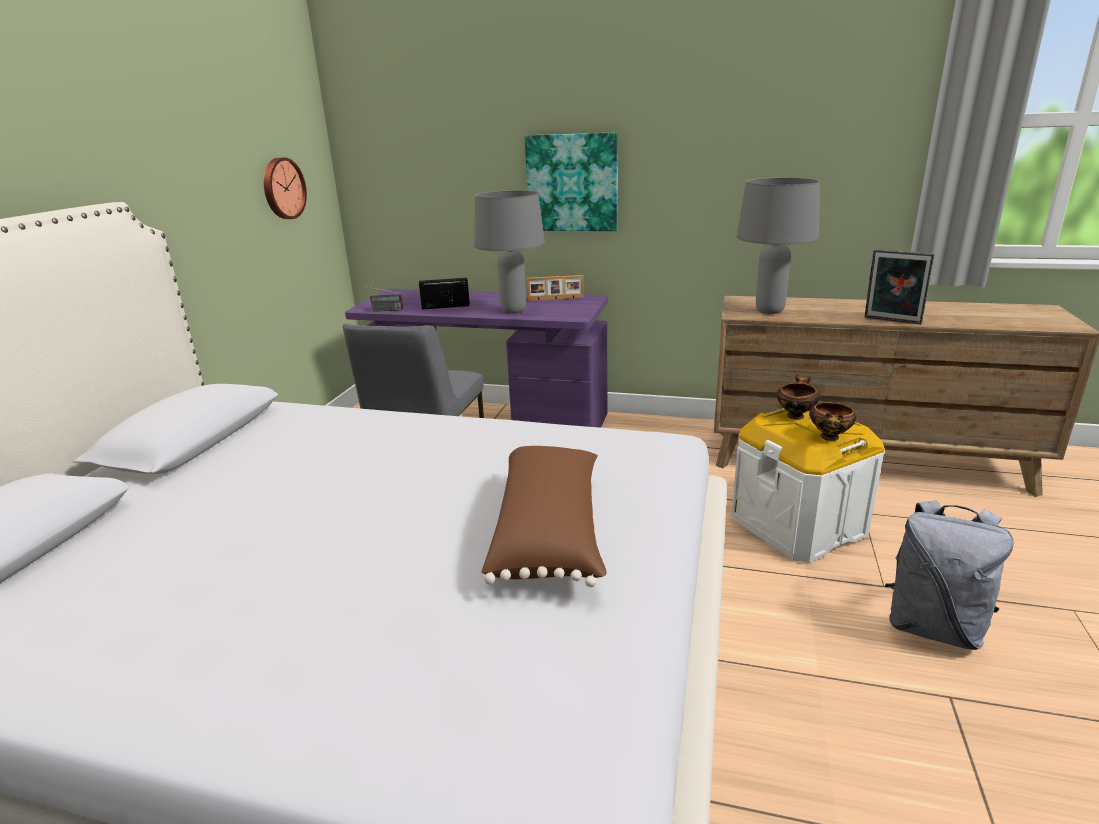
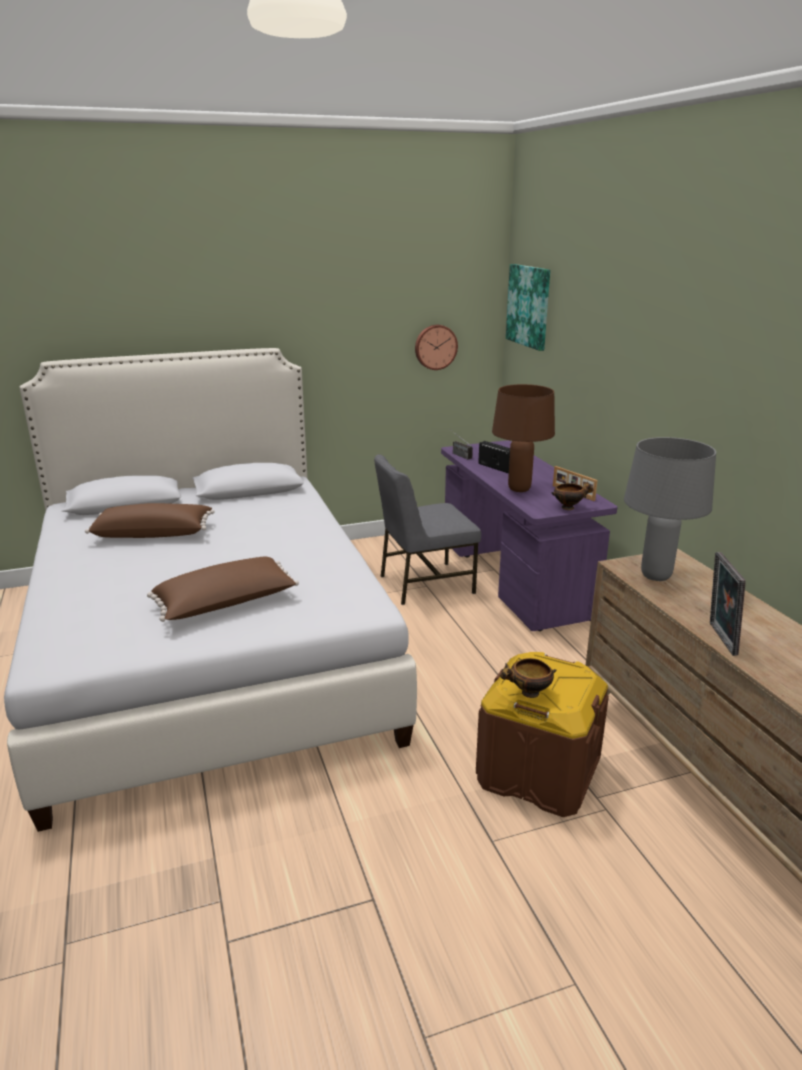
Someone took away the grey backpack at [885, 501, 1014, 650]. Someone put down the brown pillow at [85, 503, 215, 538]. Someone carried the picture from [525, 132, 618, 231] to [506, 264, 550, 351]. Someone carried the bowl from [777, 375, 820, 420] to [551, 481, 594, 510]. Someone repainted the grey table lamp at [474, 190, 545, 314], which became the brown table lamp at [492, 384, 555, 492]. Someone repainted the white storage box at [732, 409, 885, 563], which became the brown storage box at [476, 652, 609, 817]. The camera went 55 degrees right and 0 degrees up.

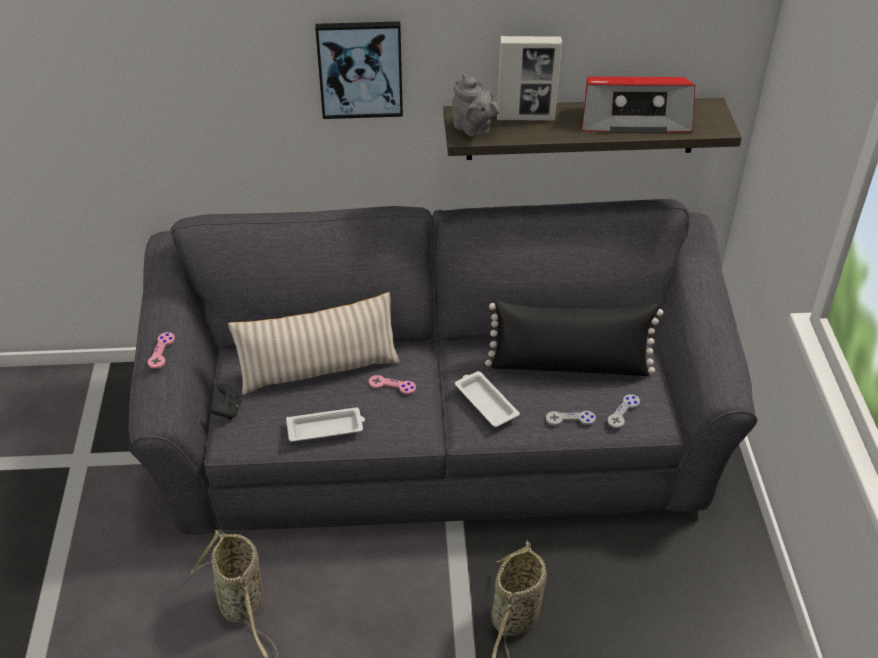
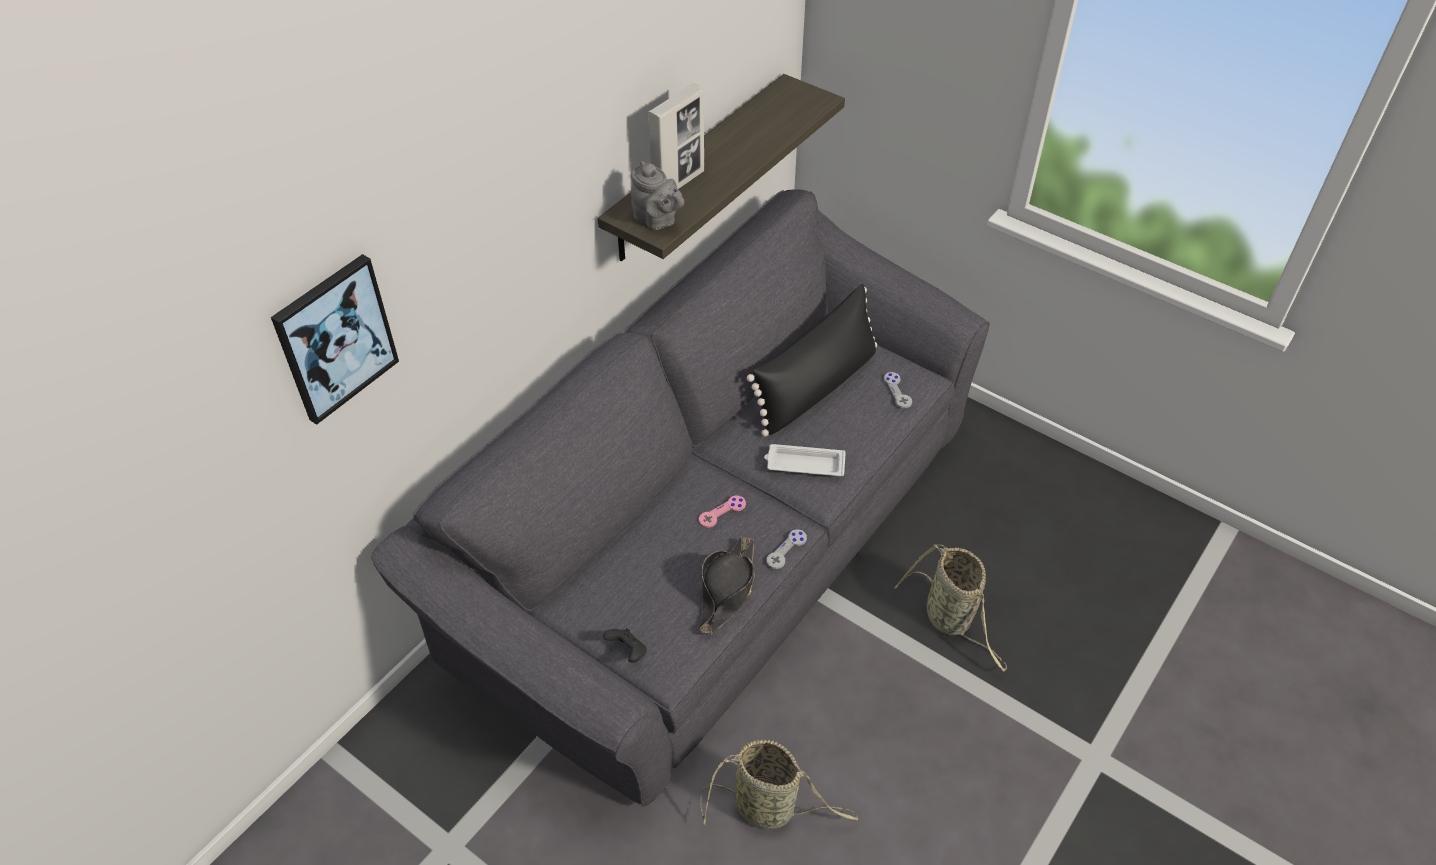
Someone took away the pink game controller at [148, 332, 175, 369]. Someone took away the beige pillow at [228, 292, 400, 395]. Someone took away the radio at [582, 77, 695, 134]. Someone carried the picture from [315, 21, 403, 119] to [271, 254, 399, 425]. Someone carried the grey game controller from [546, 411, 596, 425] to [767, 529, 807, 569]. Someone swapped the white tray at [286, 407, 365, 442] for the black hat at [699, 536, 755, 635]. Someone rotated the grey teapot at [452, 74, 500, 137] by 45 degrees clockwise. The camera went 50 degrees left and 5 degrees up.

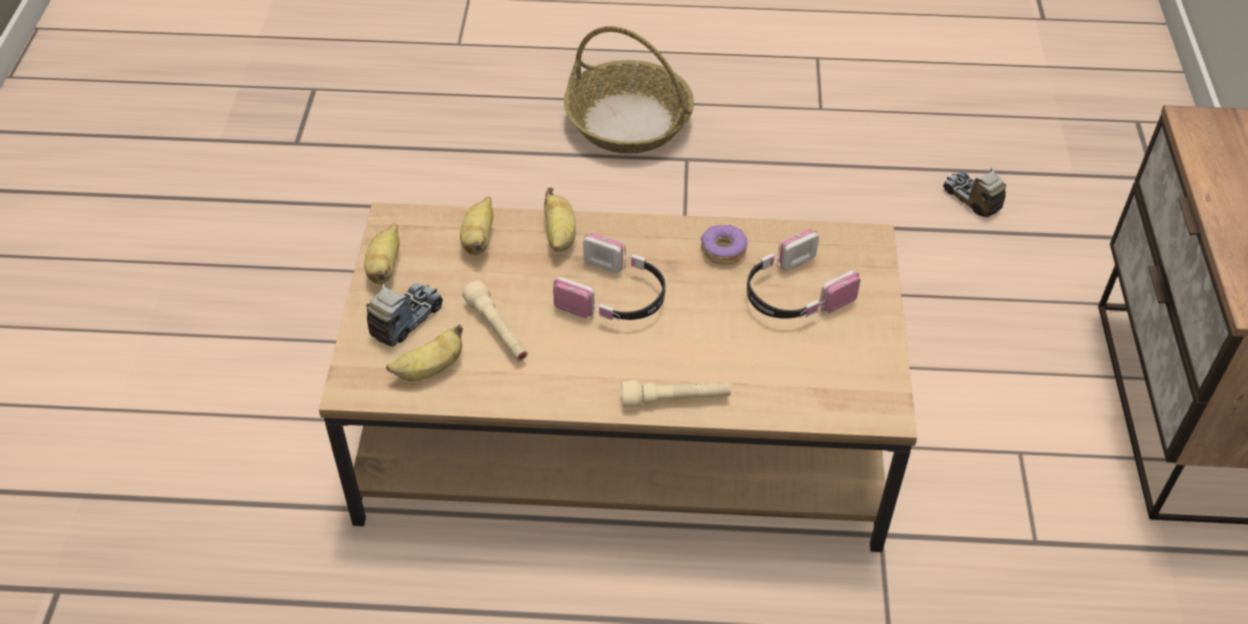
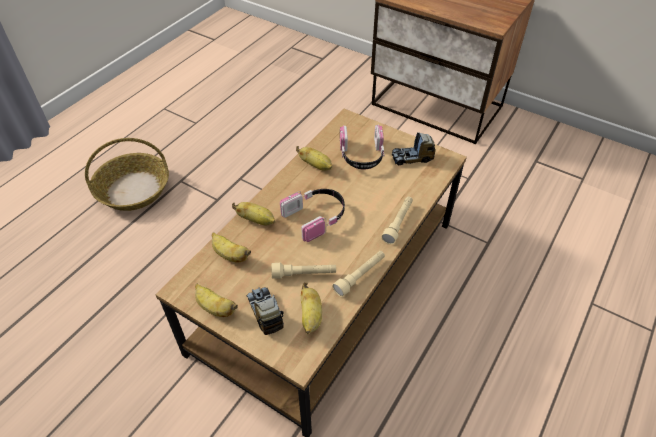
Someone put down the beige flashlight at [332, 251, 385, 297]. Someone carried the toy truck from [943, 168, 1006, 218] to [392, 132, 435, 165]. Someone swapped the donut at [701, 224, 748, 265] for the banana at [296, 146, 332, 171]. The camera went 60 degrees left and 0 degrees up.

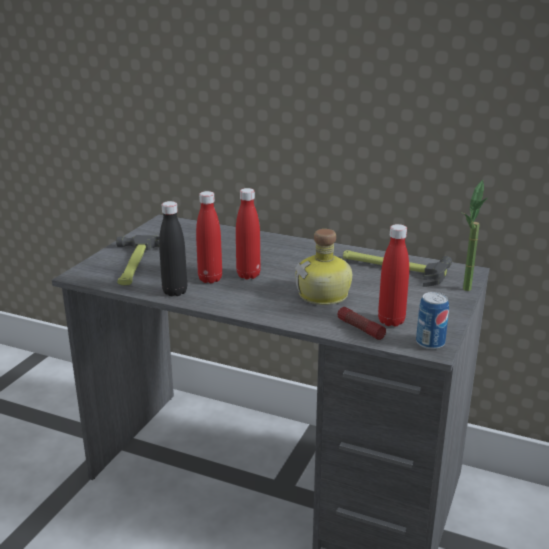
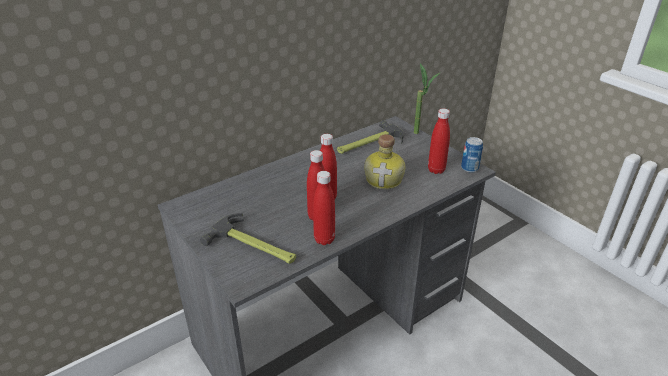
Someone took away the flashlight at [338, 307, 386, 340]. Someone repainted the black bottle at [159, 201, 187, 296], which became the red bottle at [313, 171, 335, 245]. The camera went 60 degrees left and 10 degrees up.

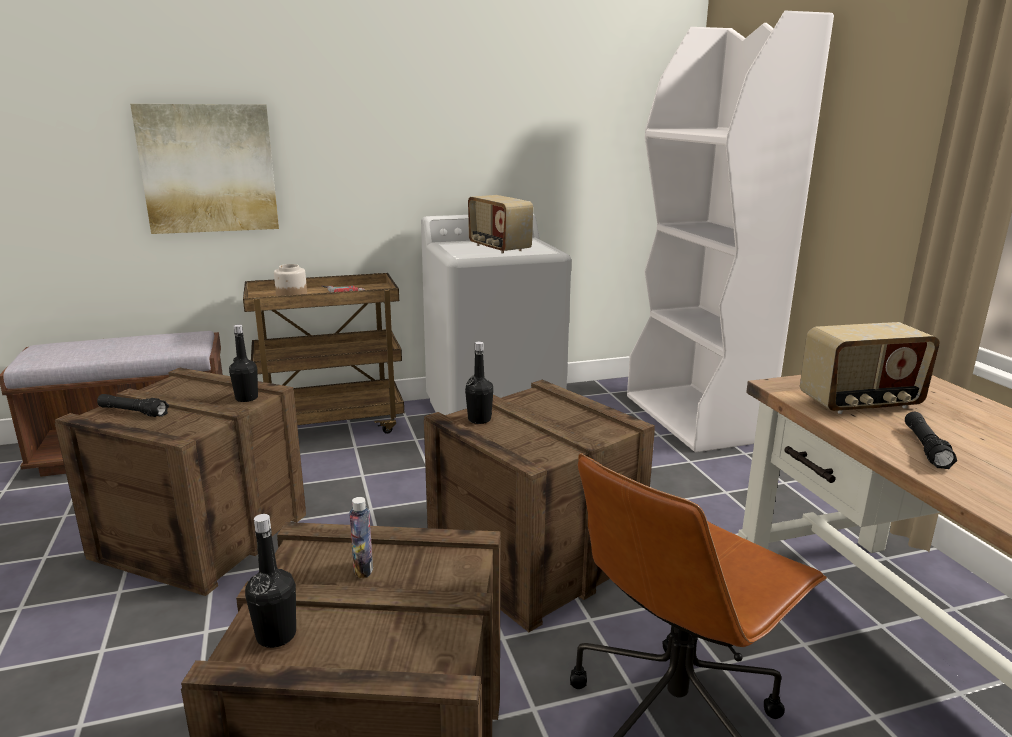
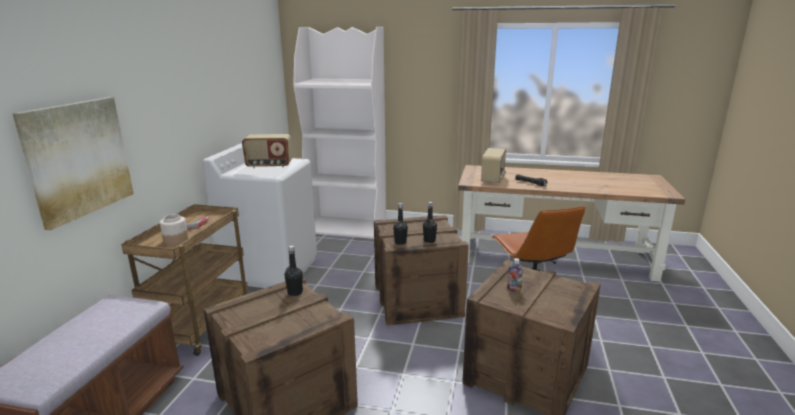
Someone took away the black flashlight at [97, 394, 169, 417]. Someone carried the black bottle from [245, 514, 296, 648] to [423, 202, 437, 243]. The camera went 60 degrees left and 0 degrees up.

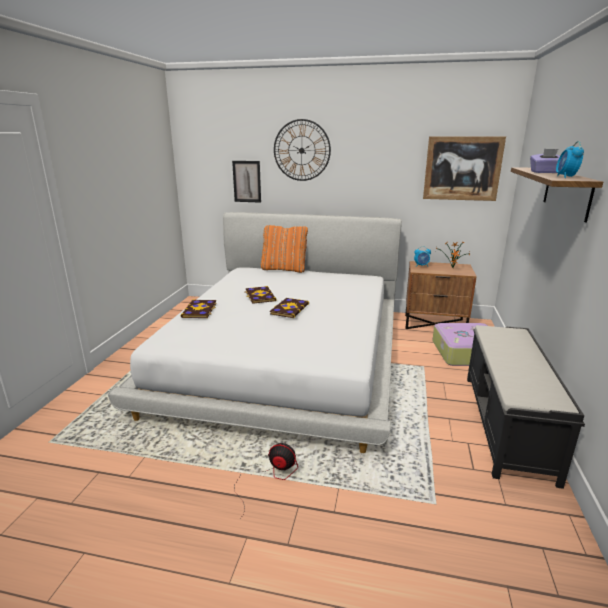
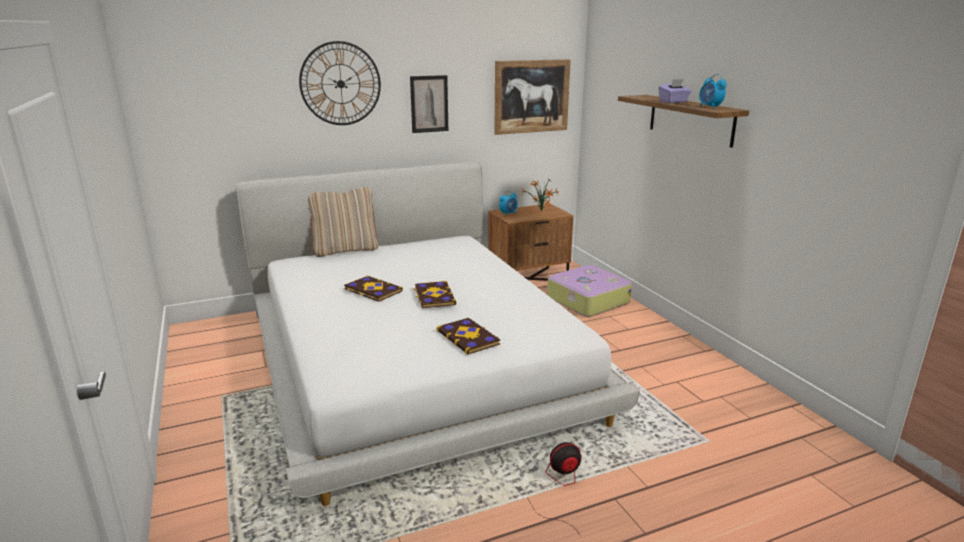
Someone took away the black bench at [467, 325, 585, 489]. Someone carried the book from [180, 300, 217, 318] to [437, 318, 500, 355]. Someone carried the picture from [232, 161, 261, 203] to [410, 75, 448, 133]. Someone repainted the orange pillow at [261, 225, 308, 273], which became the beige pillow at [308, 187, 378, 257]. The camera went 35 degrees left and 0 degrees up.

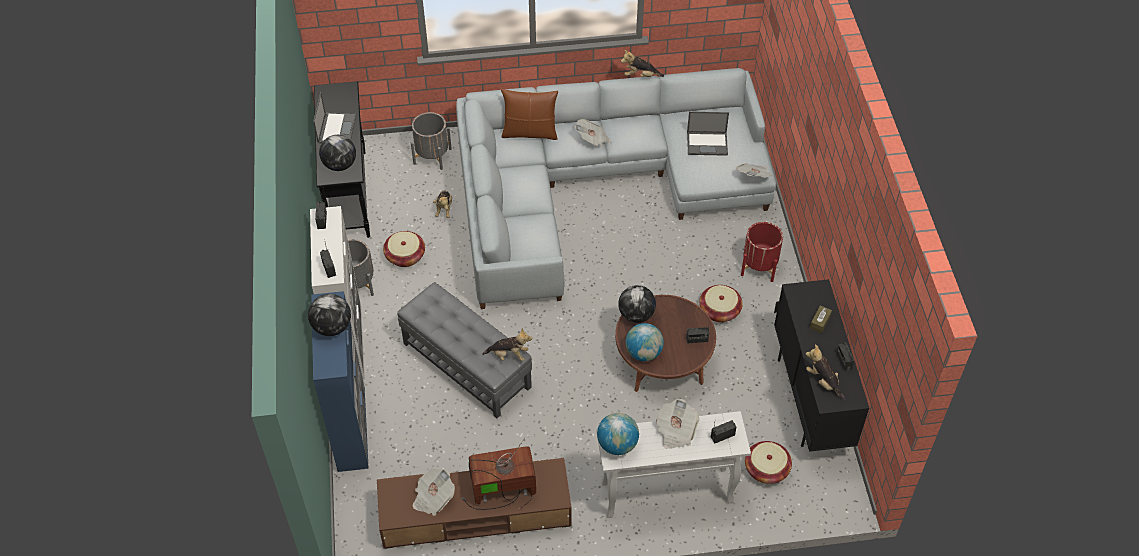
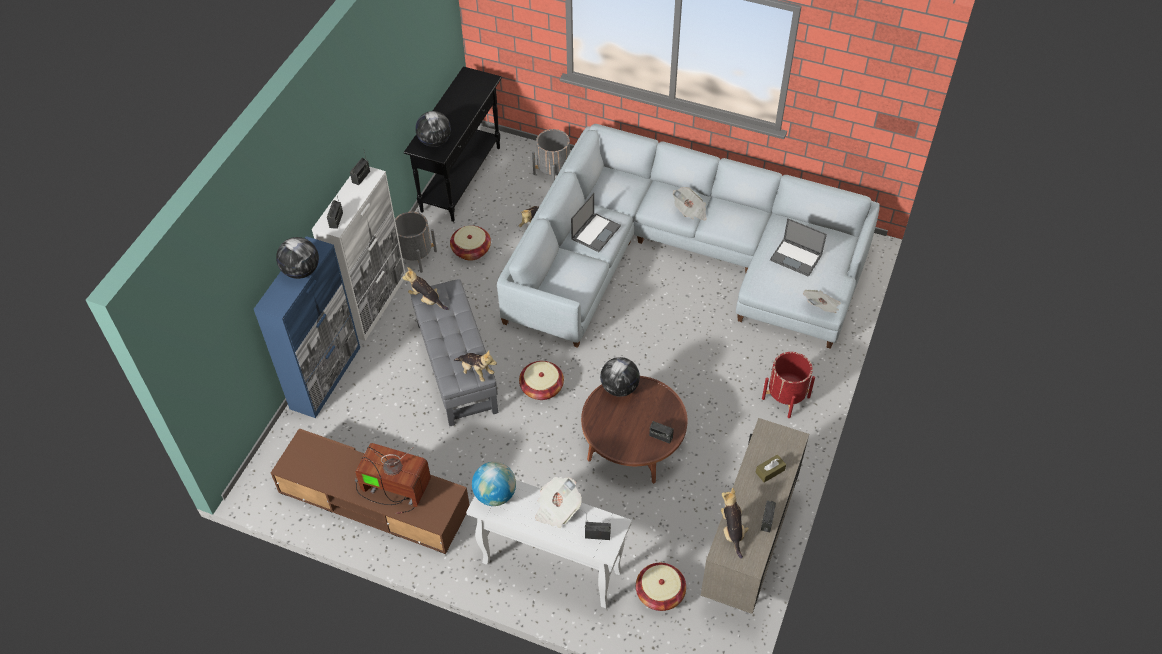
Someone took away the newspaper at [413, 468, 455, 516]. Someone took away the brown pillow at [501, 89, 558, 140]. Someone took away the globe at [626, 323, 664, 361]. Someone carried the laptop from [313, 92, 356, 143] to [571, 193, 621, 252]. Someone carried the plush toy from [621, 50, 664, 77] to [402, 267, 448, 310]. Someone carried the basket from [699, 285, 743, 322] to [519, 361, 564, 400]. Someone repainted the black cabinet at [774, 279, 869, 452], which became the beige cabinet at [701, 418, 809, 614]. The camera went 30 degrees right and 0 degrees up.

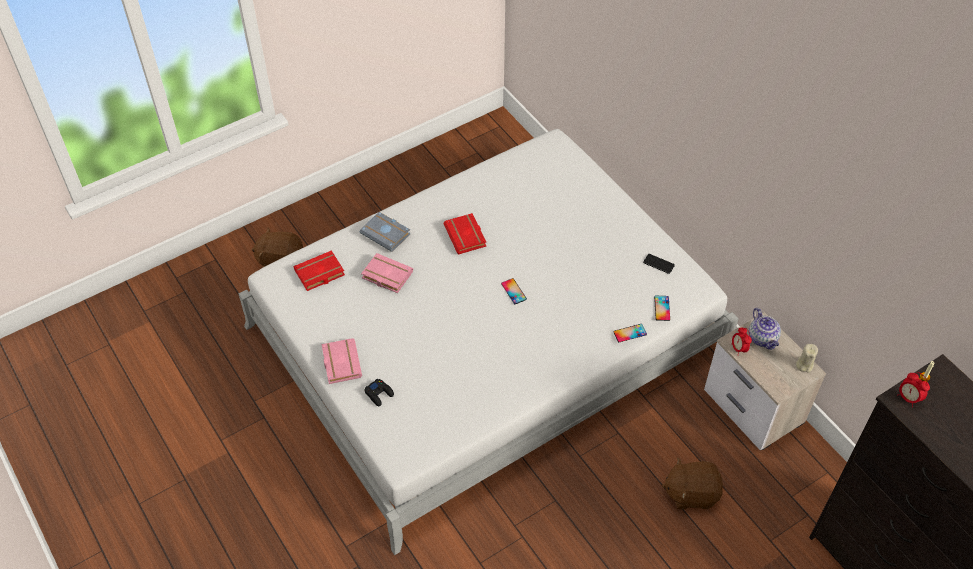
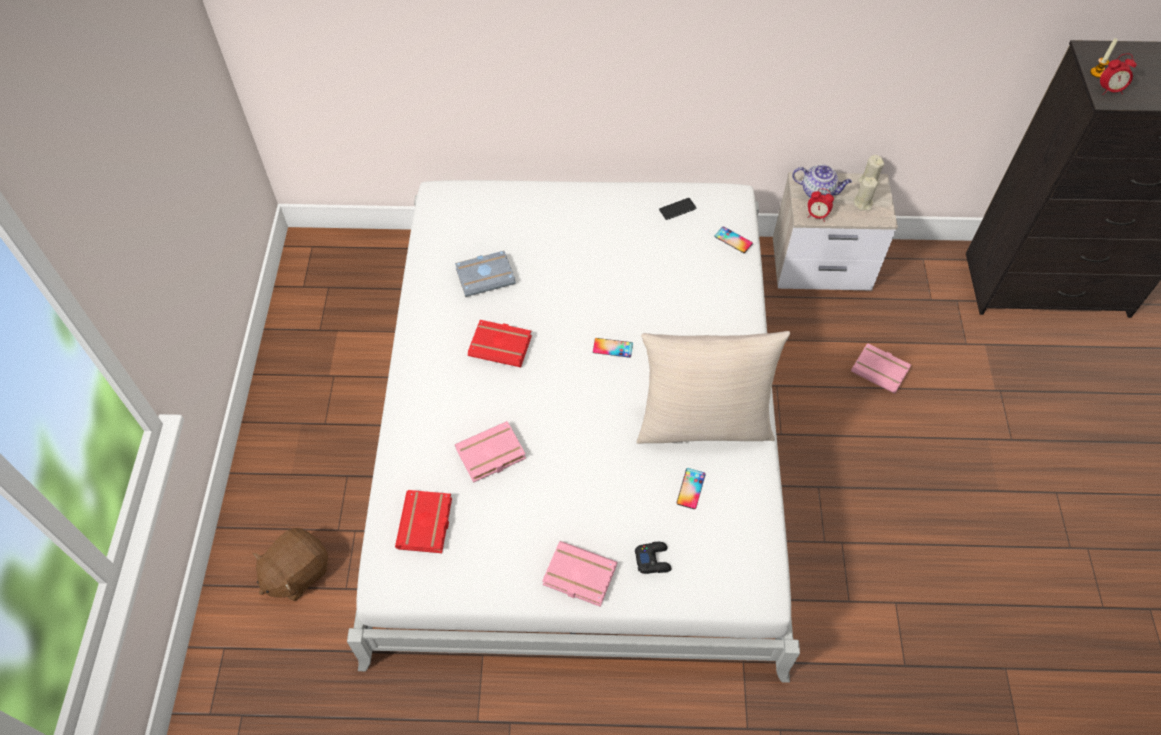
Someone put down the beige pillow at [636, 331, 790, 444]. Someone put down the beige candle at [854, 177, 878, 211]. Someone carried the grey book from [360, 212, 411, 252] to [455, 251, 516, 297]. Someone carried the phone from [614, 324, 647, 342] to [677, 468, 706, 509]. Someone swapped the brown plush toy at [662, 458, 723, 509] for the pink book at [851, 343, 911, 394]. The camera went 55 degrees left and 5 degrees up.

